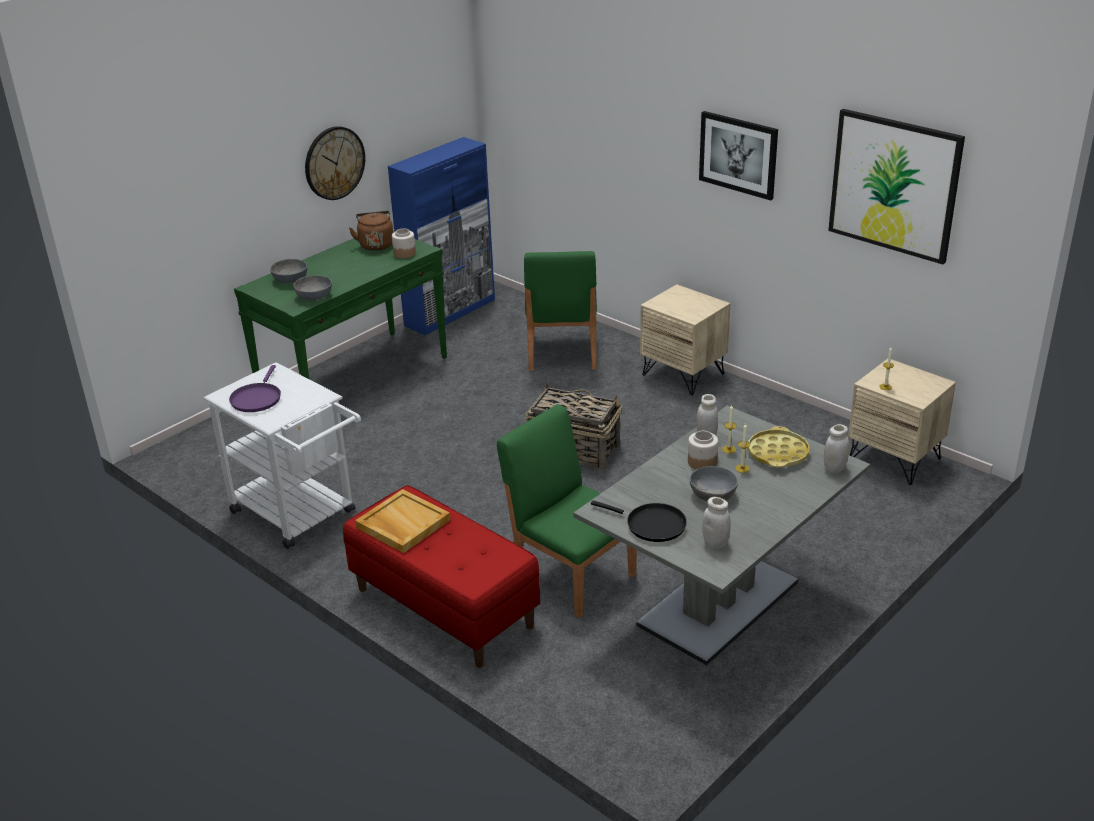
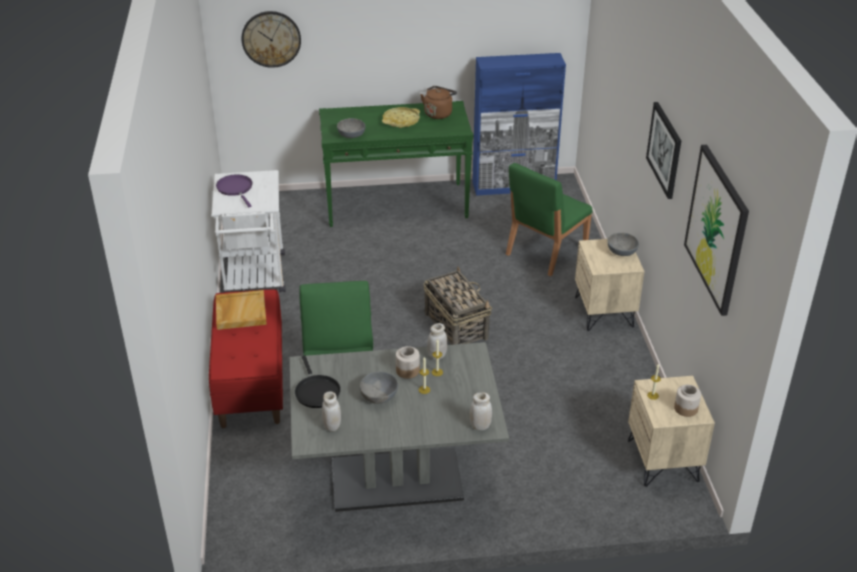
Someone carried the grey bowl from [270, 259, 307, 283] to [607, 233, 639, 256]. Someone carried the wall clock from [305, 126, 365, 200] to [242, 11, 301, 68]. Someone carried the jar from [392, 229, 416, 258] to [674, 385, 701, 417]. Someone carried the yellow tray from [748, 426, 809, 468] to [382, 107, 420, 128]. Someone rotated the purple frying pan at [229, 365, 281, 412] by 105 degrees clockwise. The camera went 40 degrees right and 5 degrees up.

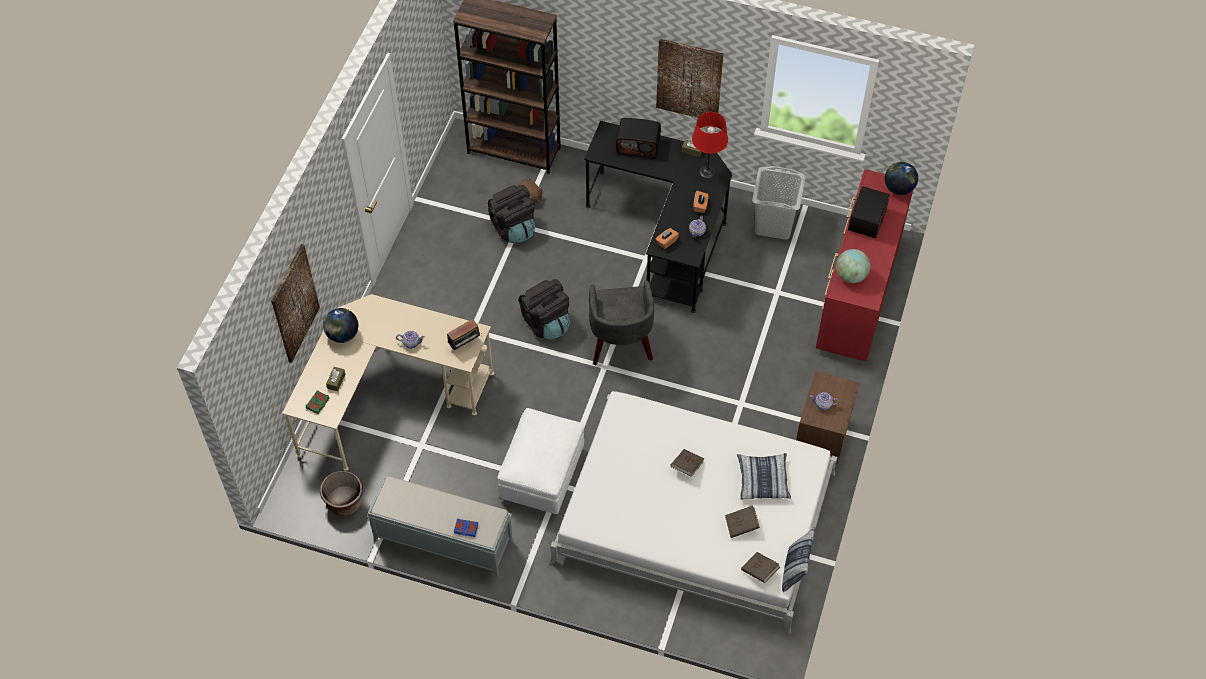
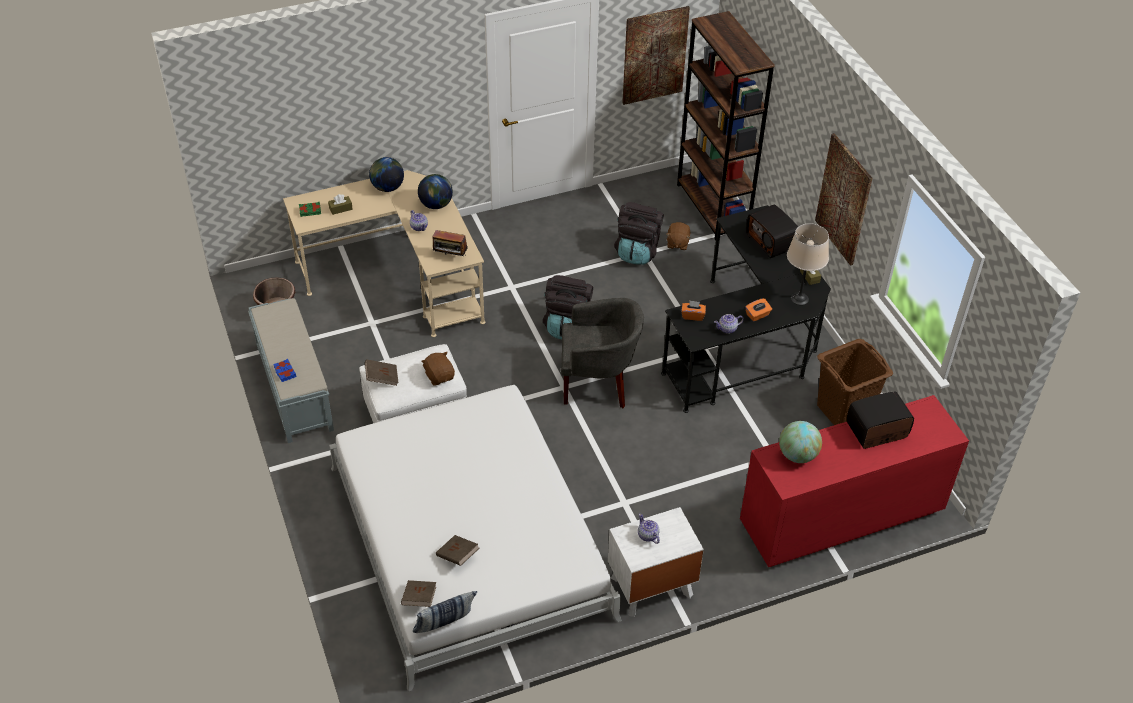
Someone took away the pillow at [737, 453, 791, 500]. Someone put down the brown plush toy at [421, 352, 455, 386]. Someone carried the picture from [271, 244, 320, 363] to [622, 6, 690, 105]. Someone carried the brown book from [671, 449, 705, 477] to [365, 359, 398, 386]. Someone carried the globe from [885, 162, 918, 195] to [418, 174, 453, 209]. Someone repainted the red table lamp at [692, 112, 728, 178], which became the beige table lamp at [787, 223, 829, 305]. Someone repainted the grey laundry basket at [752, 166, 806, 240], which became the brown laundry basket at [817, 339, 893, 425]. Someone repainted the brown nightstand at [796, 371, 859, 465], which became the white nightstand at [608, 507, 704, 617]. Someone rotated the grey armchair at [589, 280, 654, 366] by 135 degrees counterclockwise. The camera went 50 degrees right and 10 degrees down.

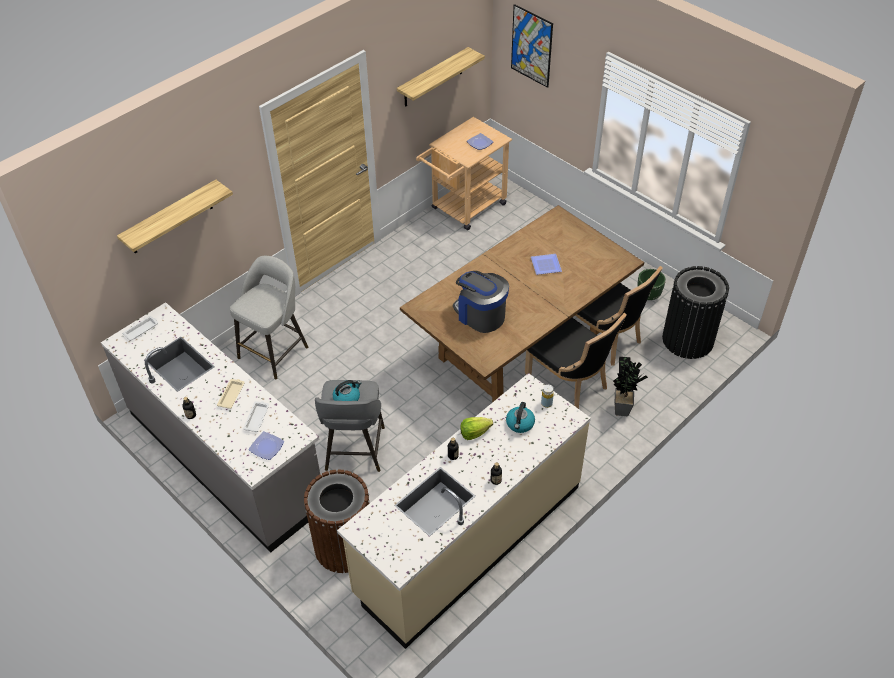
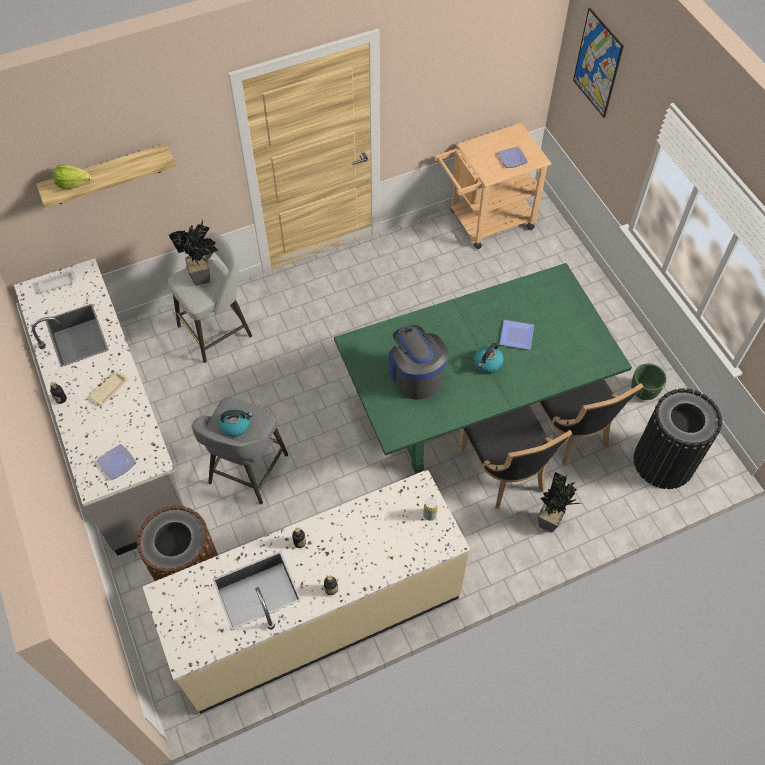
Someone took away the white tray at [243, 401, 269, 432]. Someone took away the shelf at [397, 47, 485, 107]. Someone put down the potted plant at [169, 219, 218, 285]. Someone carried the lettuce from [460, 417, 493, 440] to [53, 164, 92, 189]. Someone carried the kettle from [506, 402, 535, 433] to [474, 343, 504, 373]. Someone repainted the brown dining table at [400, 205, 644, 403], which became the green dining table at [334, 263, 632, 474]. The camera went 20 degrees right and 10 degrees up.

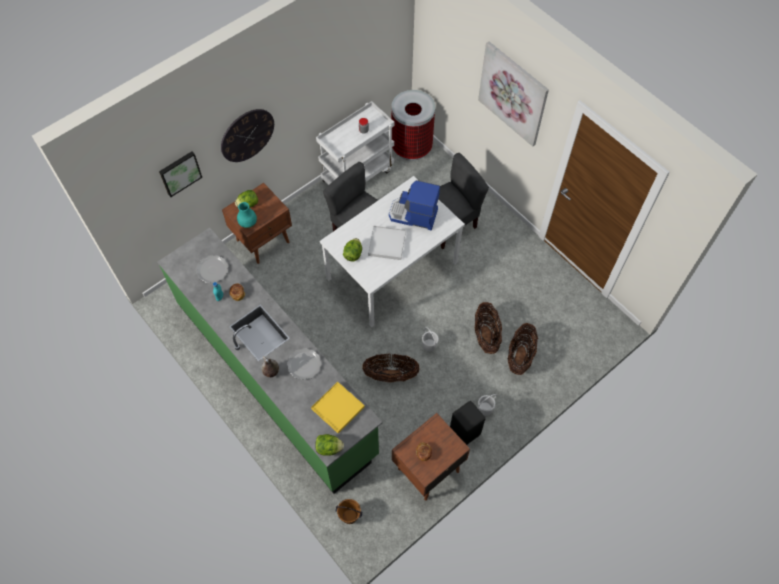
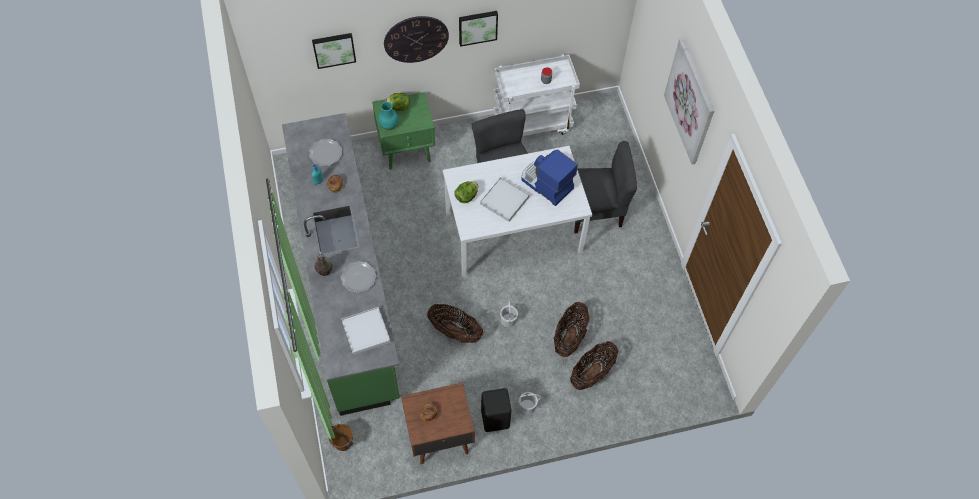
Someone took away the lettuce at [315, 434, 344, 456]. Someone took away the trash can at [391, 90, 435, 161]. Someone put up the picture at [459, 11, 498, 47]. Someone repainted the brown nightstand at [222, 183, 292, 264], which became the green nightstand at [372, 92, 435, 170]. Someone repainted the yellow tray at [311, 382, 365, 434], which became the white tray at [341, 307, 391, 355]. The camera went 25 degrees right and 0 degrees up.

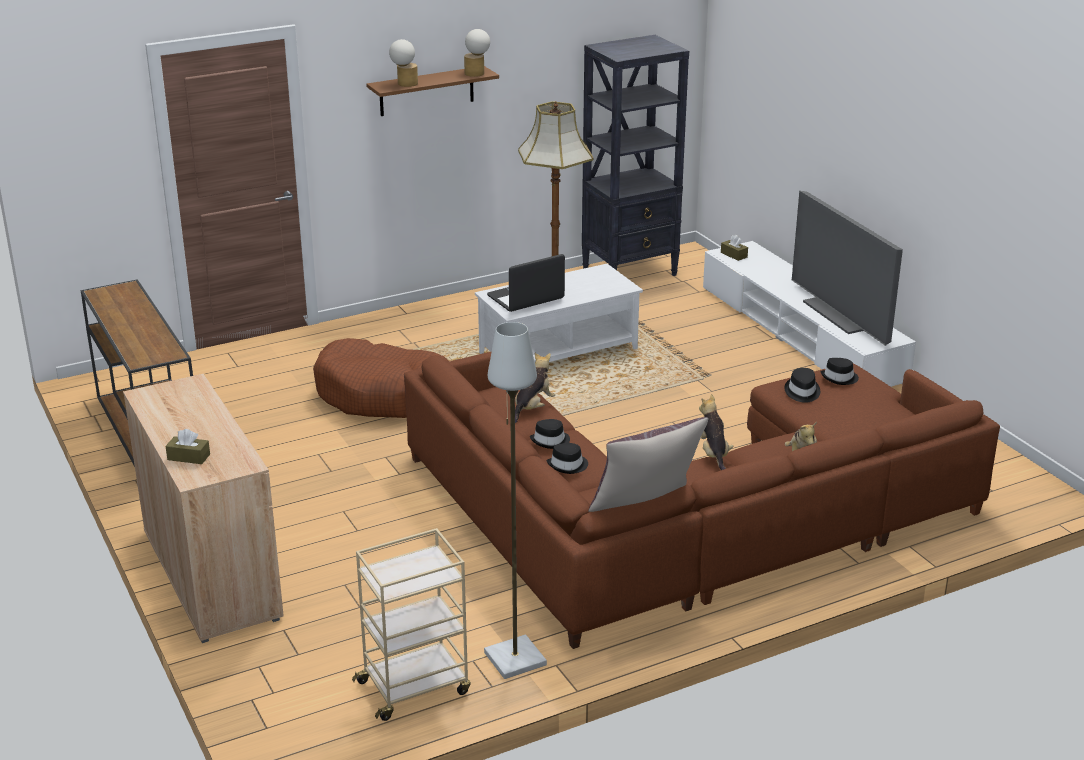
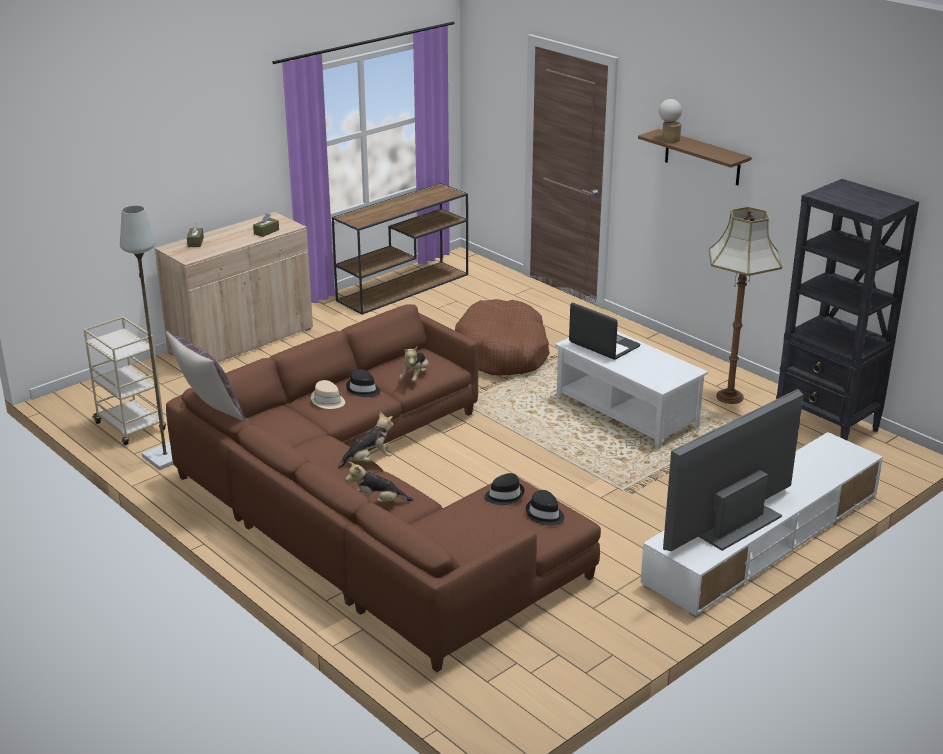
Someone took away the table lamp at [464, 29, 490, 77]. Someone carried the brown tissue box from [721, 235, 748, 261] to [253, 213, 279, 237]. Someone repainted the black hat at [547, 443, 588, 474], which became the beige hat at [311, 380, 345, 409]. Someone rotated the plush toy at [515, 353, 555, 423] by 90 degrees clockwise. The camera went 75 degrees right and 0 degrees up.

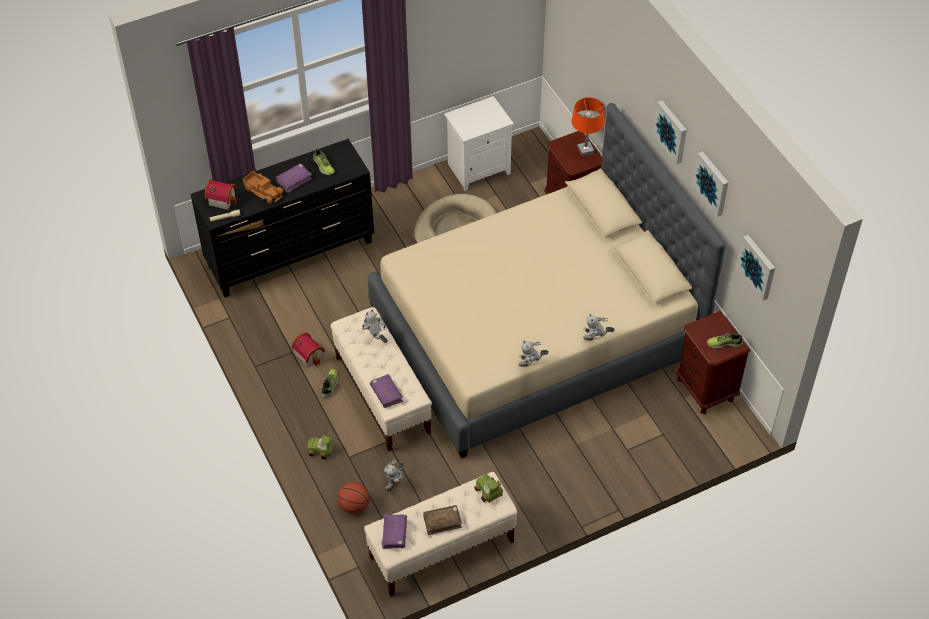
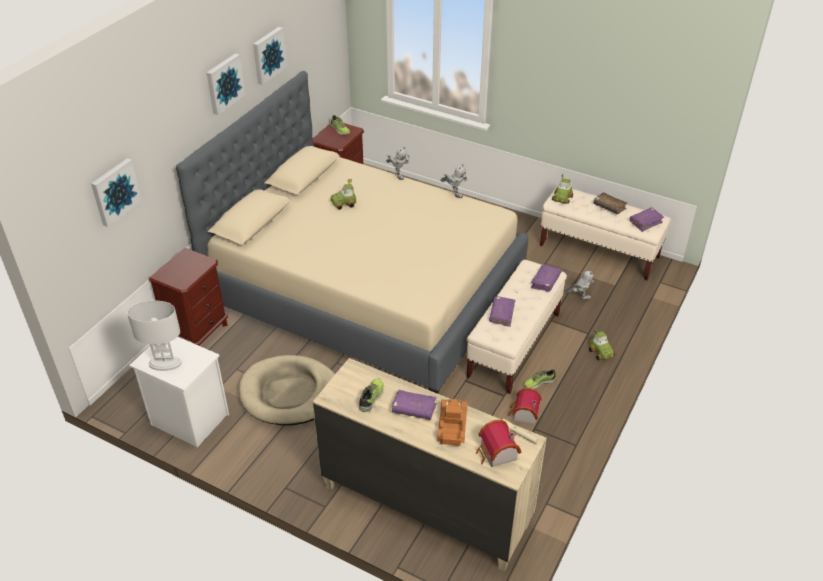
Someone took away the basketball at [337, 482, 370, 514]. Someone took away the orange table lamp at [571, 97, 605, 157]. Someone put down the white table lamp at [127, 301, 181, 371]. Someone put down the toy car at [330, 179, 356, 210]. Someone carried the picture from [737, 235, 775, 300] to [91, 158, 142, 227]. Someone swapped the toy robot at [362, 309, 388, 343] for the purple book at [489, 296, 515, 327]. Someone repainted the black dresser at [190, 139, 374, 297], which became the beige dresser at [313, 358, 547, 572]. The camera went 125 degrees left and 10 degrees down.

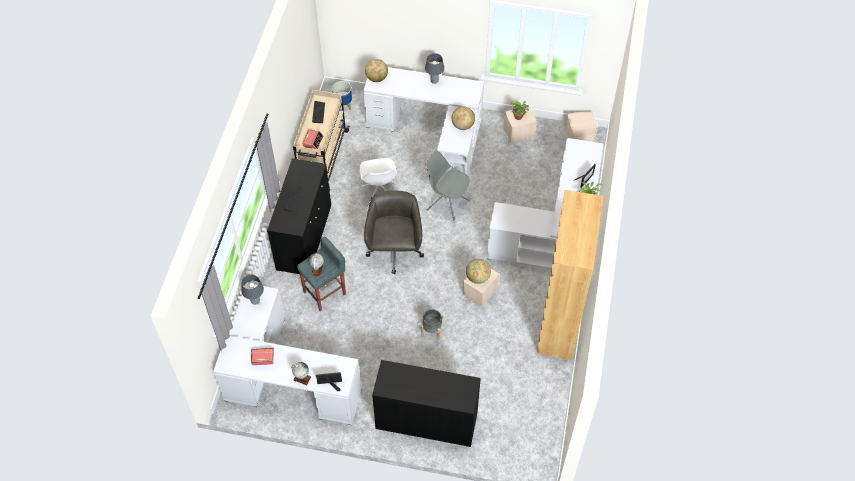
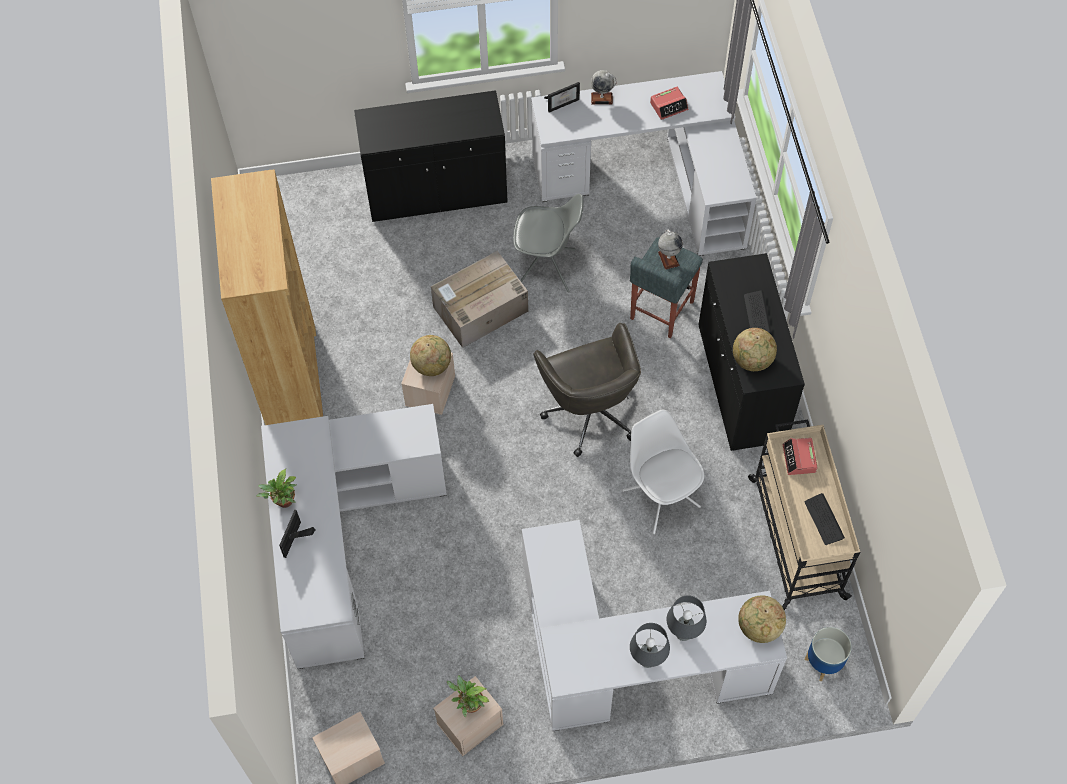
Someone carried the grey table lamp from [241, 274, 264, 305] to [667, 595, 706, 641]. Someone carried the grey chair from [426, 151, 470, 223] to [513, 194, 584, 292]. Someone carried the globe from [452, 106, 475, 130] to [733, 328, 777, 371]. Someone swapped the grey planter at [421, 309, 443, 340] for the cardboard box at [431, 251, 528, 348]. The camera went 160 degrees right and 5 degrees up.

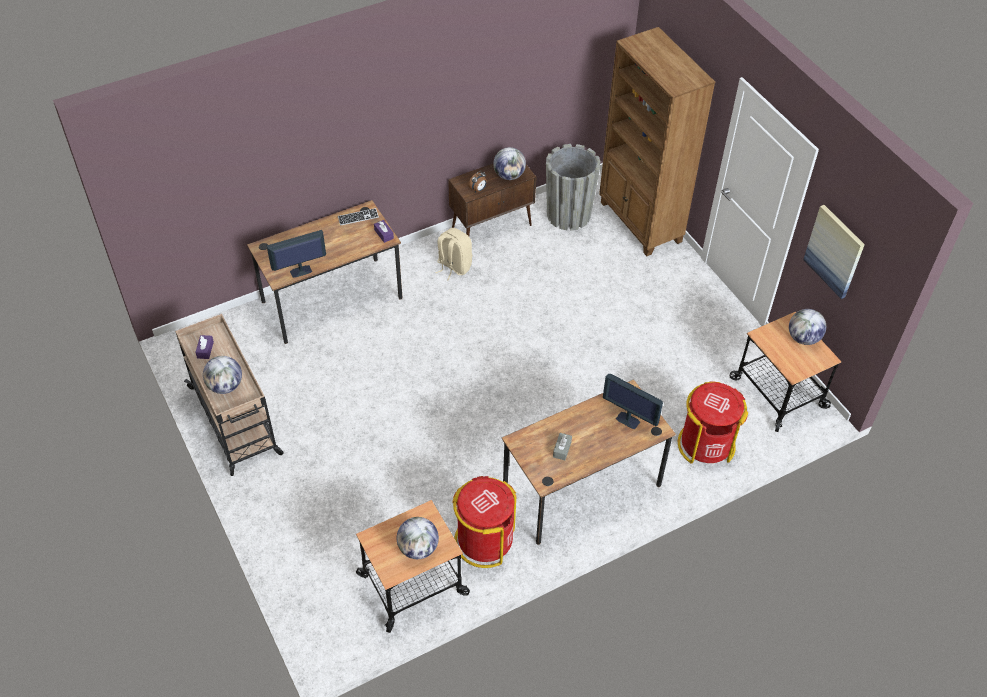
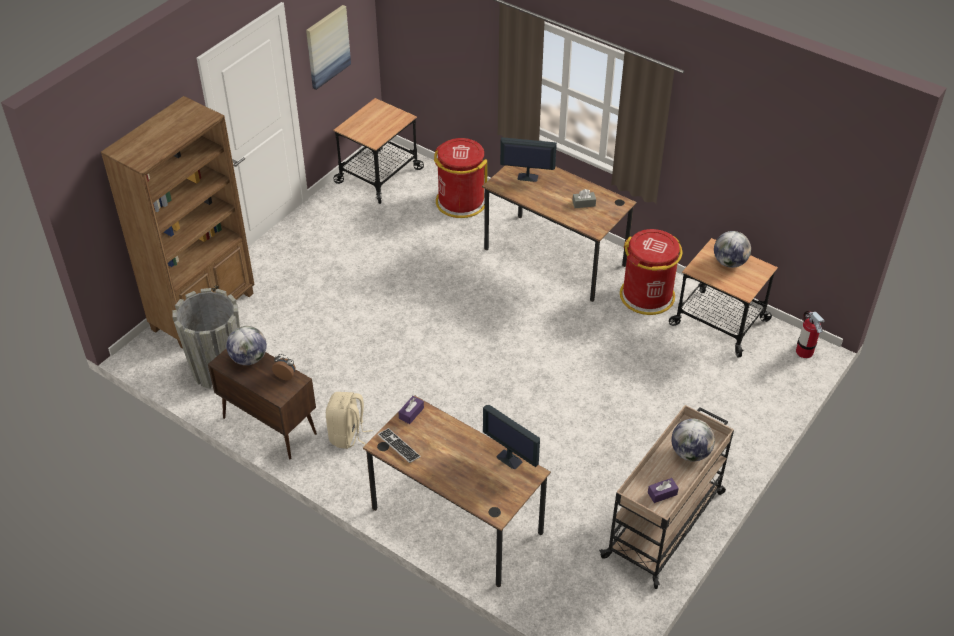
Someone took away the globe at [789, 309, 826, 345]. Someone put down the fire extinguisher at [796, 311, 825, 358]. Someone rotated the monitor at [603, 374, 663, 429] by 90 degrees counterclockwise. The camera went 115 degrees left and 5 degrees down.

